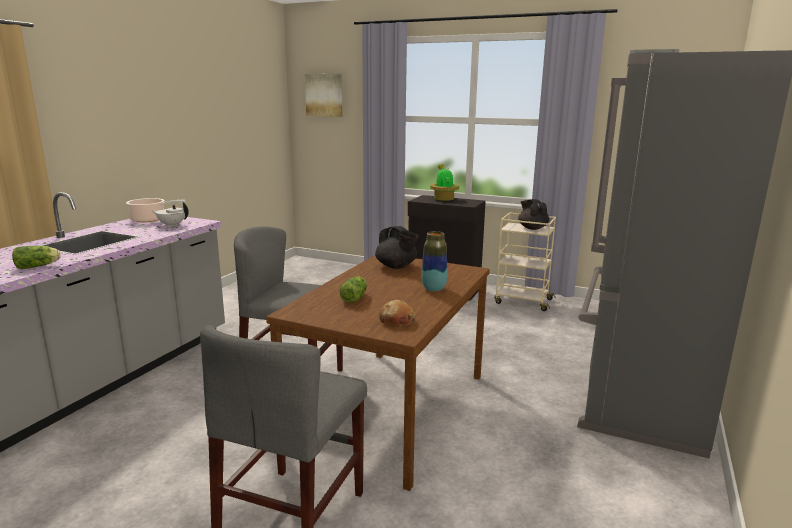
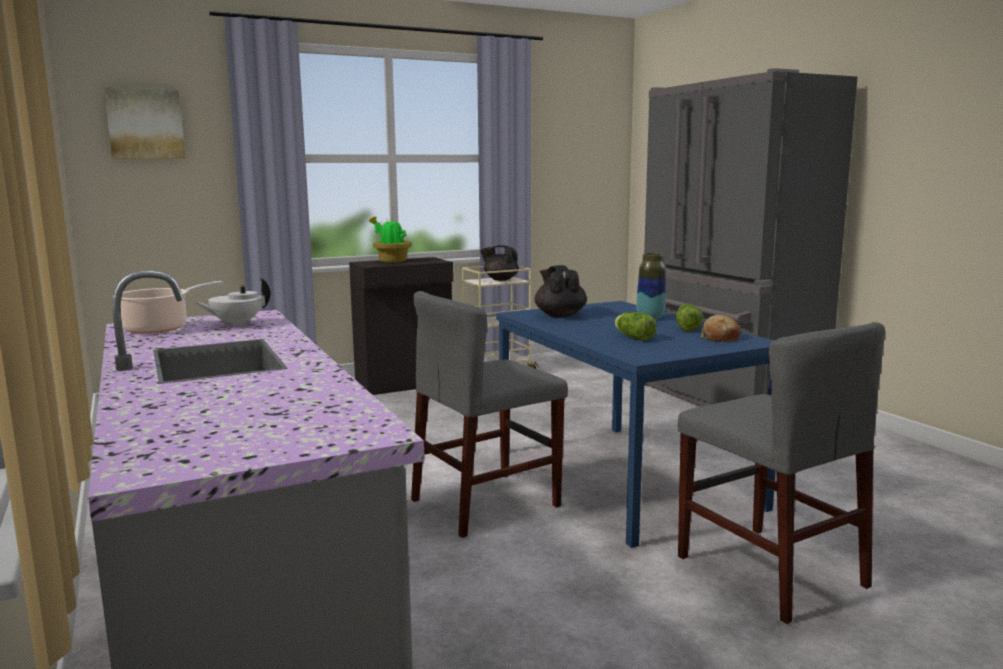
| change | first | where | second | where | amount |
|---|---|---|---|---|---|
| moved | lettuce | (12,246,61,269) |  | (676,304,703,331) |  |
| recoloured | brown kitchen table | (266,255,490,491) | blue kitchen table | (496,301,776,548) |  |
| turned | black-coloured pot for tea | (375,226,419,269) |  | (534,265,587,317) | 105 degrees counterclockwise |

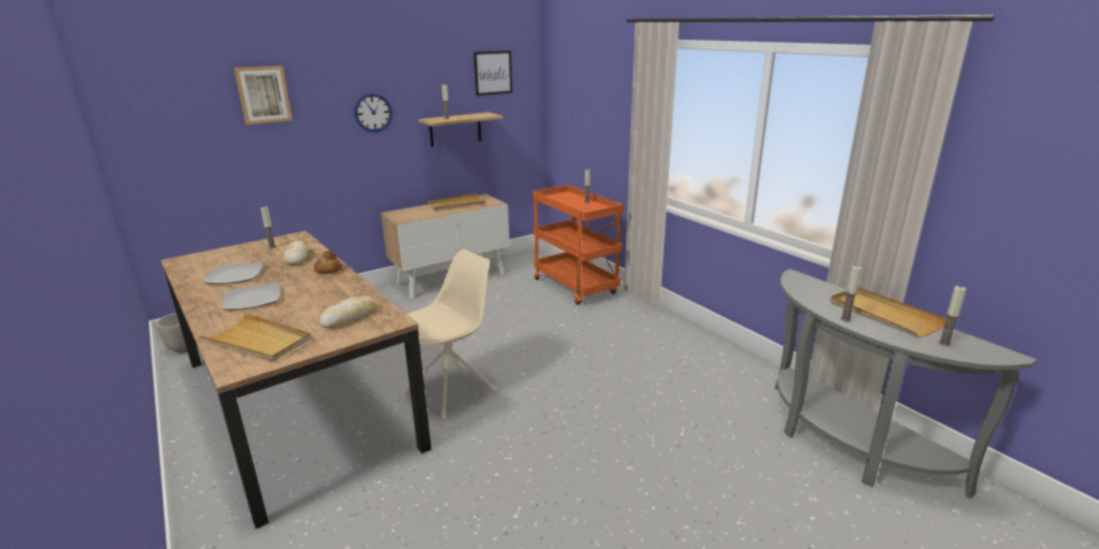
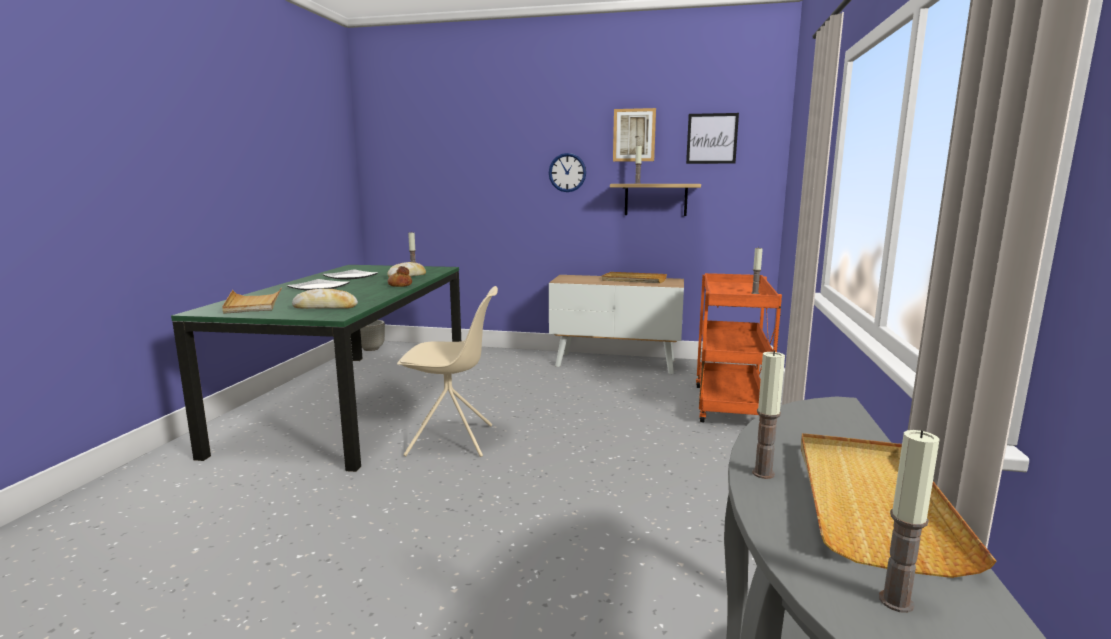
| change | first | where | second | where | amount |
|---|---|---|---|---|---|
| recoloured | brown kitchen table | (161,231,431,529) | greenish kitchen table | (171,265,461,472) |  |
| moved | picture | (234,66,292,125) |  | (613,108,656,162) |  |

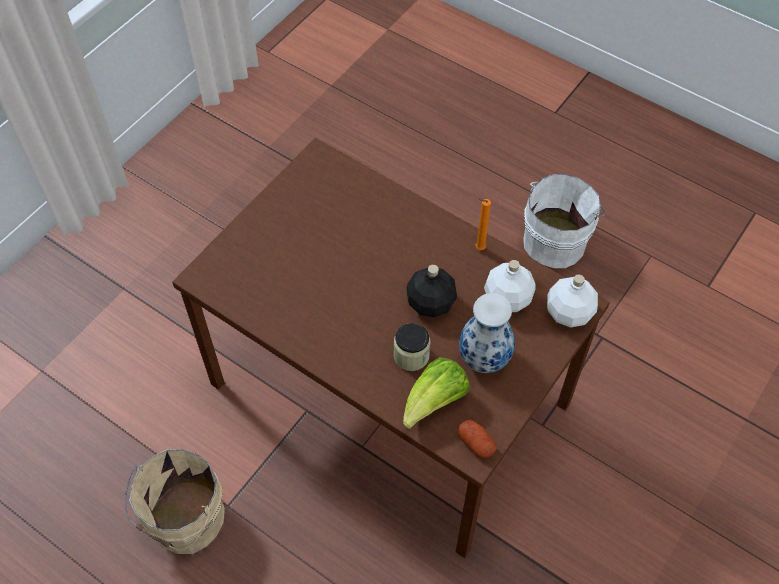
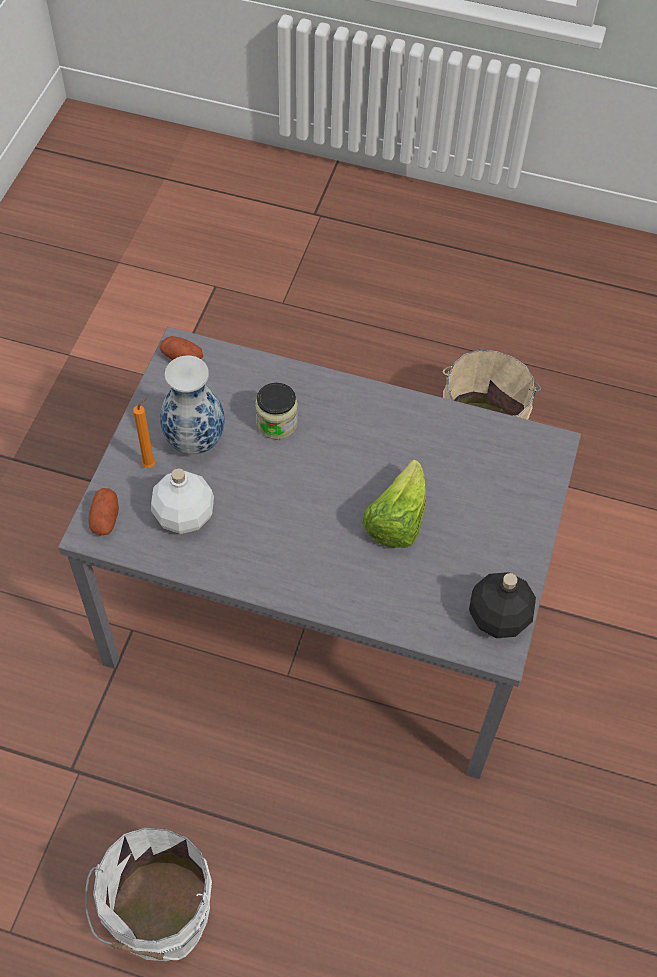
| change | first | where | second | where | amount |
|---|---|---|---|---|---|
| recoloured | brown kitchen table | (172,138,610,558) | grey kitchen table | (58,327,581,779) |  |
| moved | lettuce | (403,357,470,429) |  | (362,460,426,548) |  |
| moved | black-coloured beverage bottle | (406,264,457,317) |  | (469,572,536,638) |  |
| moved | orangey candle | (476,199,491,250) |  | (133,397,155,468) |  |
| replaced | white beverage bottle | (547,274,598,328) | whole potato | (89,488,119,536) |  |

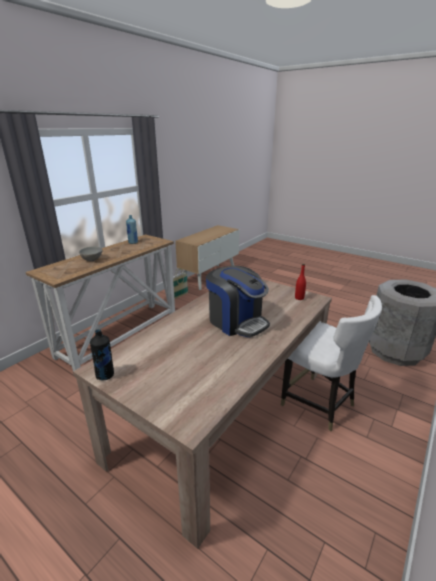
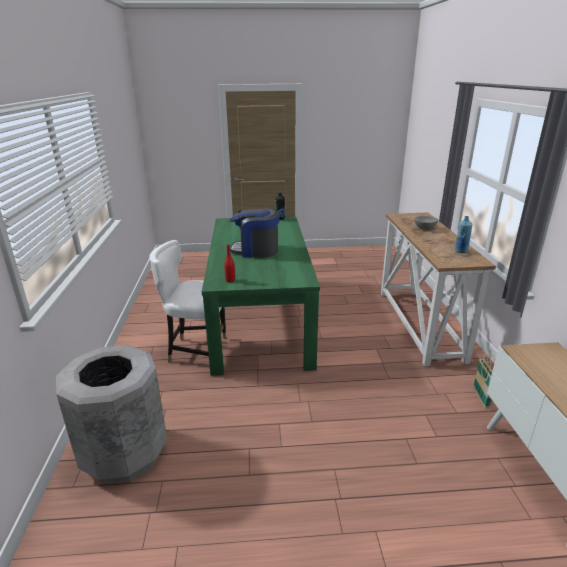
| change | first | where | second | where | amount |
|---|---|---|---|---|---|
| recoloured | beige kitchen table | (73,279,332,549) | greenish kitchen table | (202,216,320,376) |  |

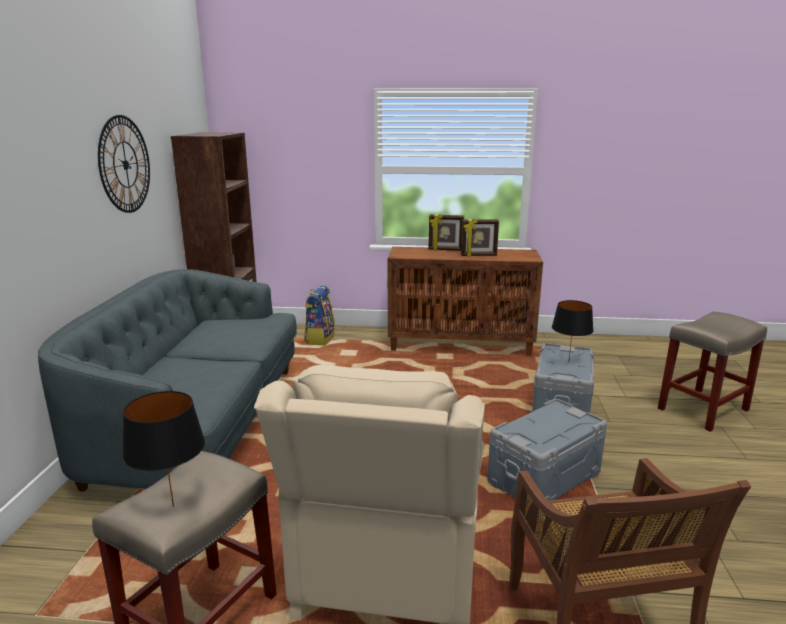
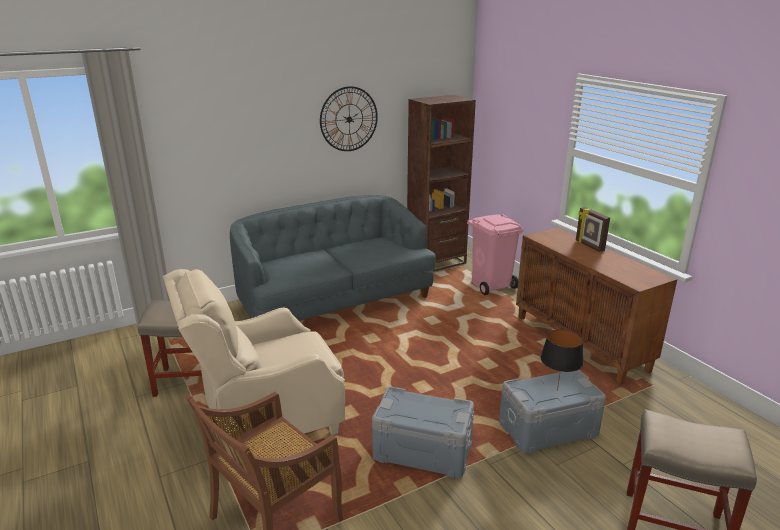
| change | first | where | second | where | amount |
|---|---|---|---|---|---|
| removed | black-coloured lamp for a table | (123,391,205,507) |  |  |  |
| replaced | knapsack | (304,286,335,345) | pink-coloured waste bin | (467,214,524,295) |  |
| removed | picture frame | (461,219,499,256) |  |  |  |

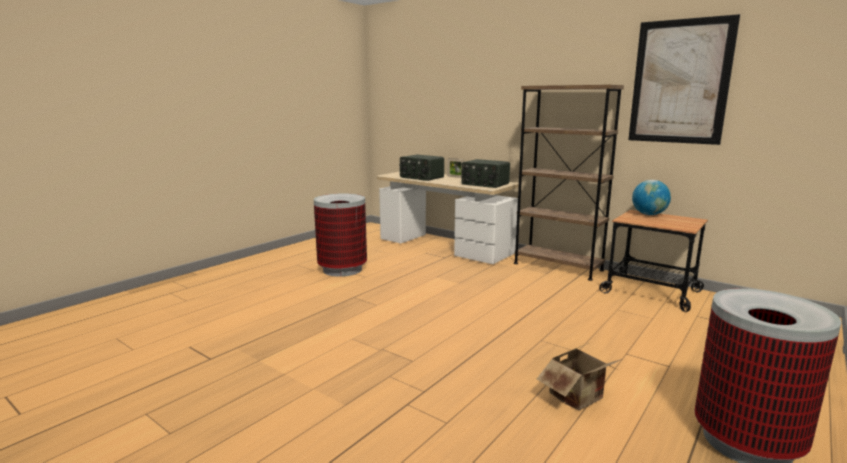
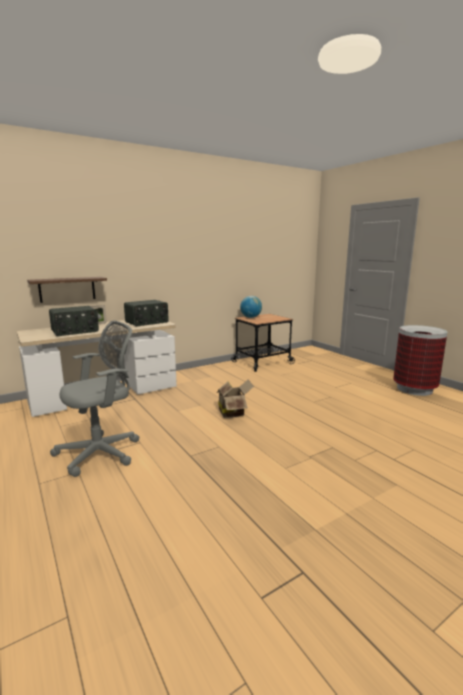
| change | first | where | second | where | amount |
|---|---|---|---|---|---|
| replaced | waste bin | (314,194,367,277) | grey office chair | (50,321,139,477) |  |
| removed | brown bookshelf | (514,85,624,281) |  |  |  |
| moved | packing box | (537,343,622,411) |  | (217,380,254,418) |  |
| removed | picture | (628,14,740,145) |  |  |  |
| added |  |  | brown wall shelf | (27,277,107,303) |  |

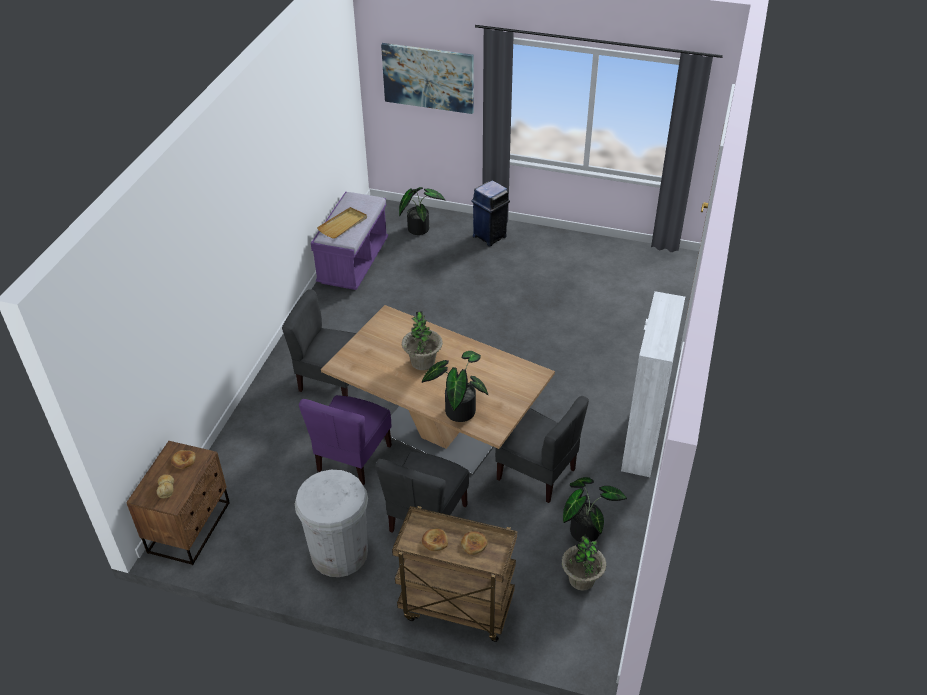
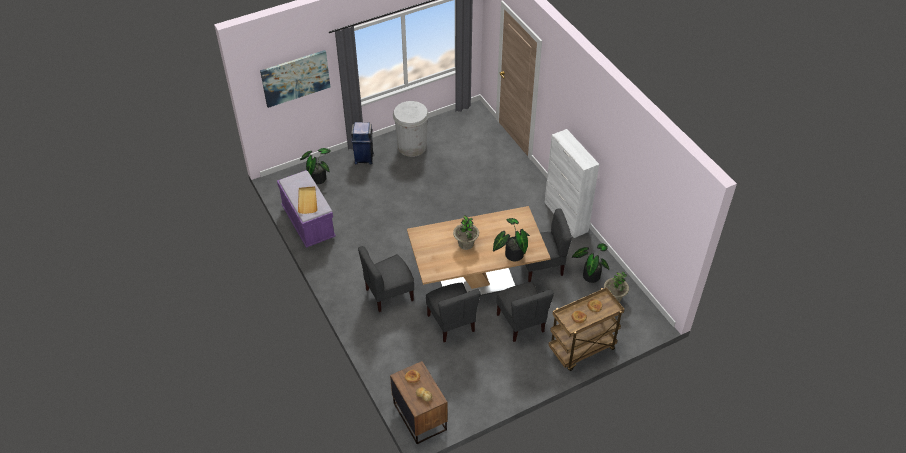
| change | first | where | second | where | amount |
|---|---|---|---|---|---|
| moved | white waste bin | (295,470,368,577) |  | (393,101,429,157) |  |
| recoloured | purplish plain chair | (299,395,392,486) | grey plain chair | (426,283,481,342) |  |

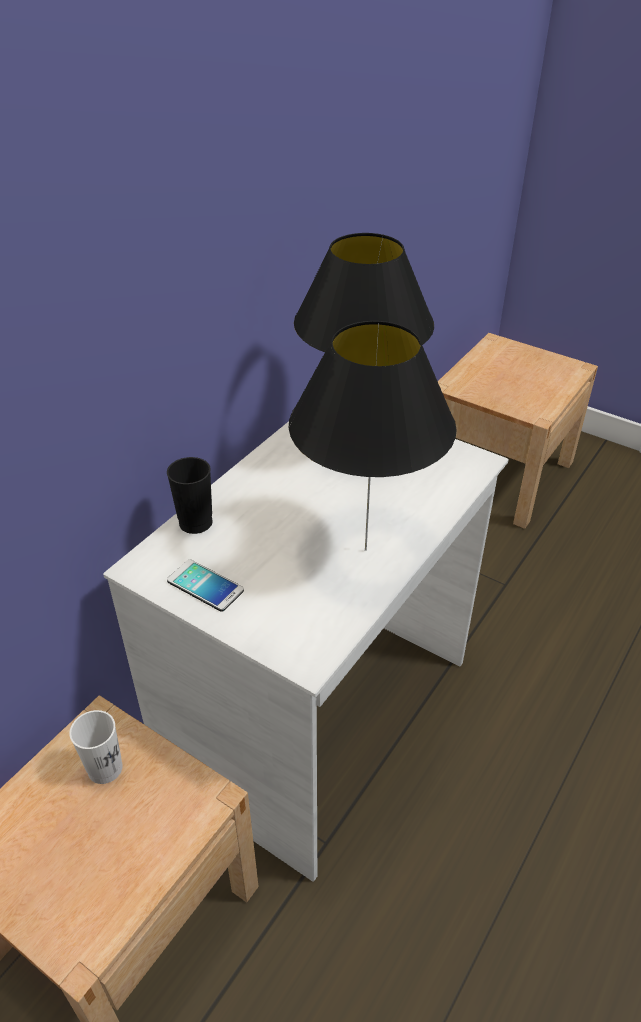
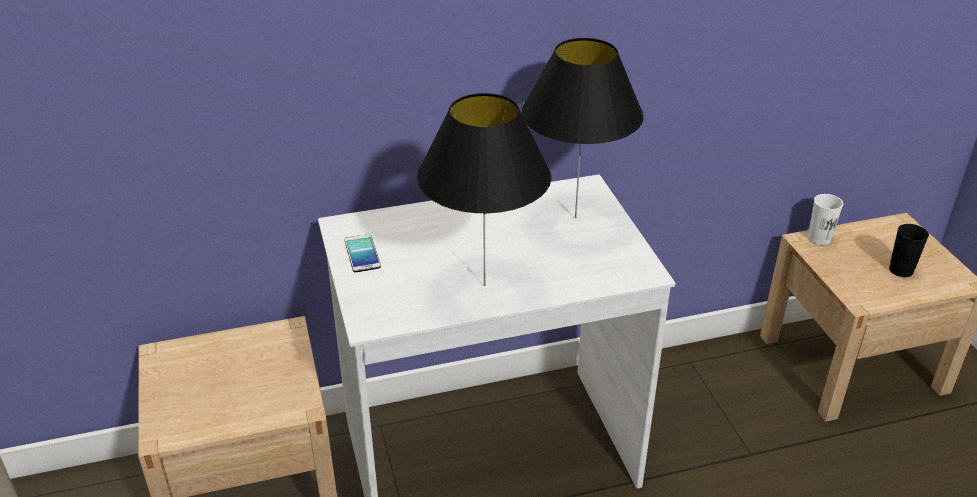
| change | first | where | second | where | amount |
|---|---|---|---|---|---|
| moved | white small cup | (69,710,123,784) |  | (808,194,843,245) |  |
| moved | black-coloured small cup | (167,457,213,534) |  | (889,224,929,277) |  |

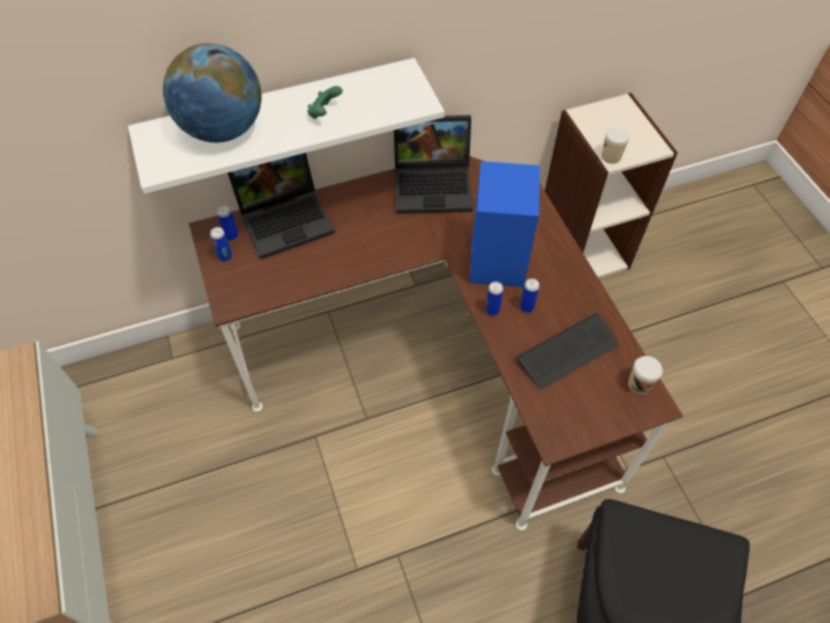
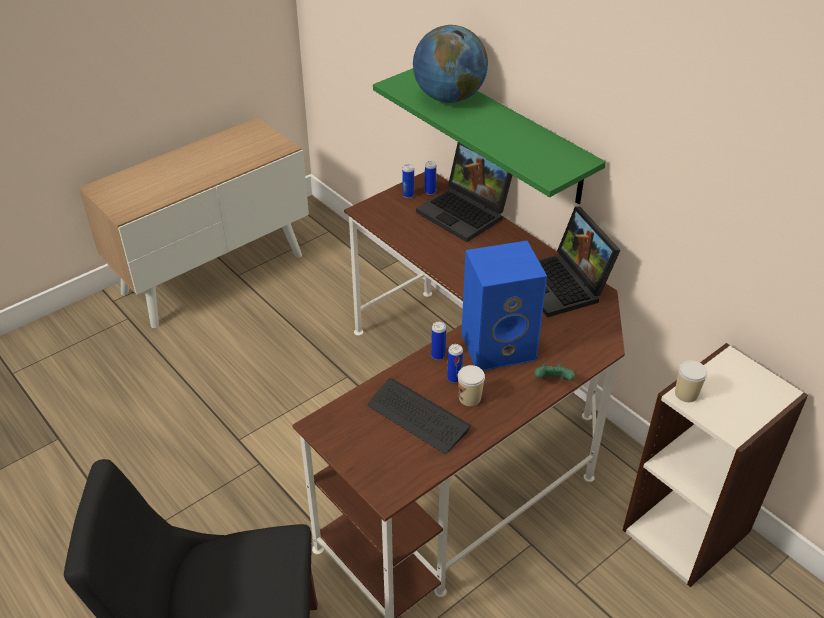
| change | first | where | second | where | amount |
|---|---|---|---|---|---|
| recoloured | white wall shelf | (128,58,445,194) | greenish wall shelf | (373,68,606,204) |  |
| moved | greenish game controller | (307,86,343,119) |  | (534,364,575,380) |  |
| moved | small cup | (628,356,663,395) |  | (458,365,485,406) |  |

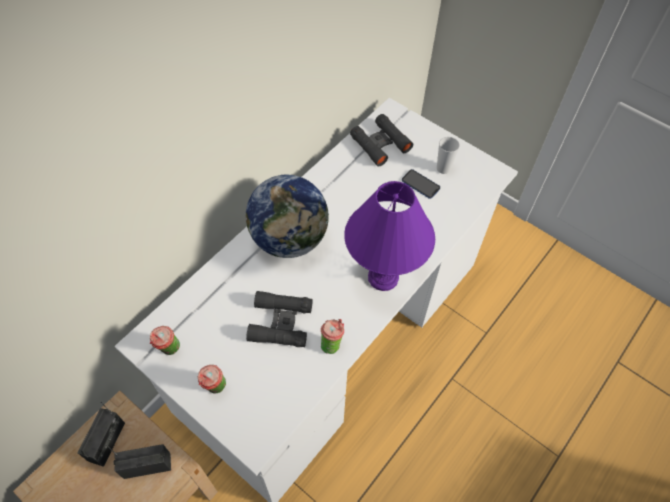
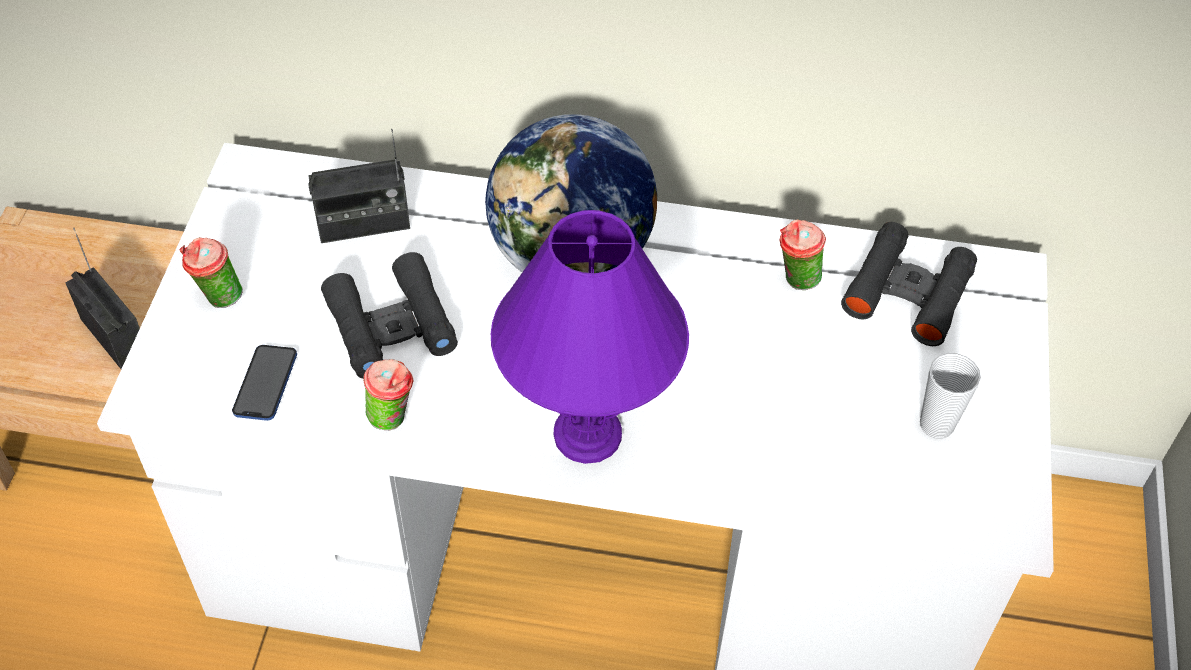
| change | first | where | second | where | amount |
|---|---|---|---|---|---|
| moved | radio receiver | (78,402,125,467) |  | (308,129,410,243) |  |
| moved | small cup | (150,326,180,355) |  | (780,219,826,290) |  |
| moved | phone | (402,169,440,199) |  | (232,345,297,421) |  |

